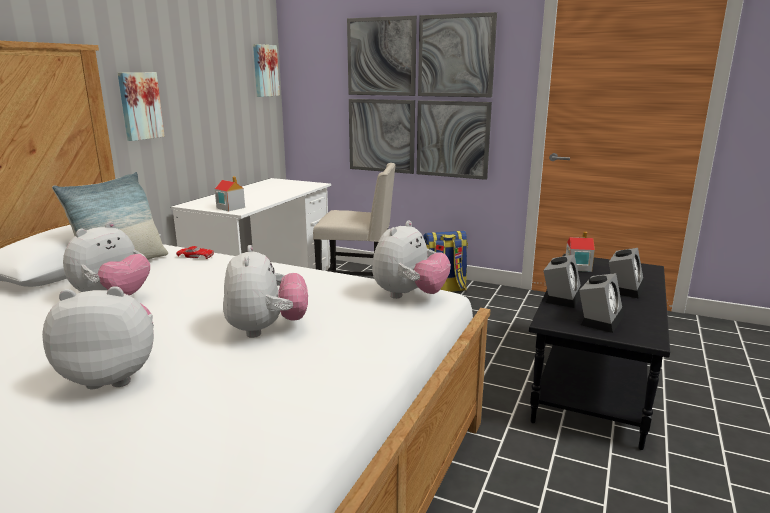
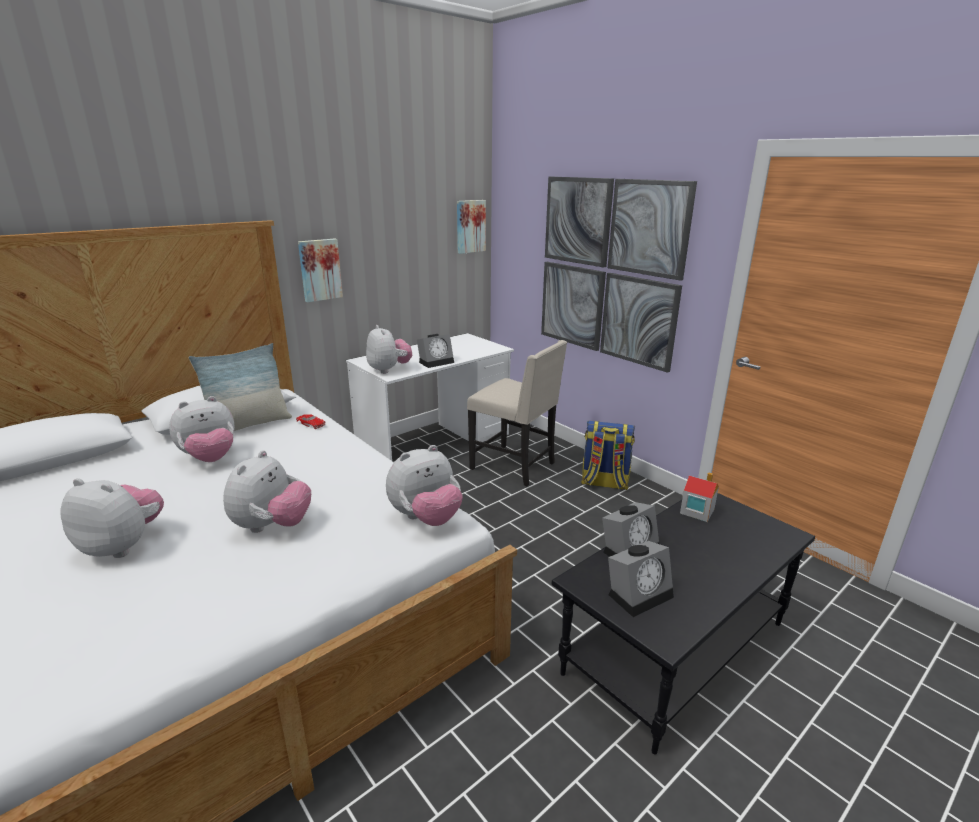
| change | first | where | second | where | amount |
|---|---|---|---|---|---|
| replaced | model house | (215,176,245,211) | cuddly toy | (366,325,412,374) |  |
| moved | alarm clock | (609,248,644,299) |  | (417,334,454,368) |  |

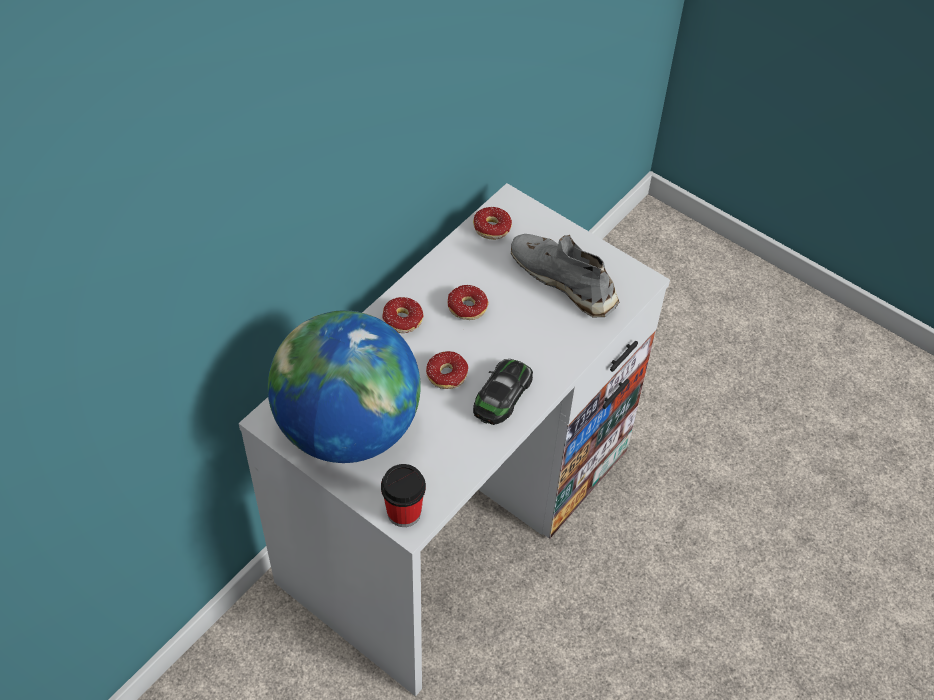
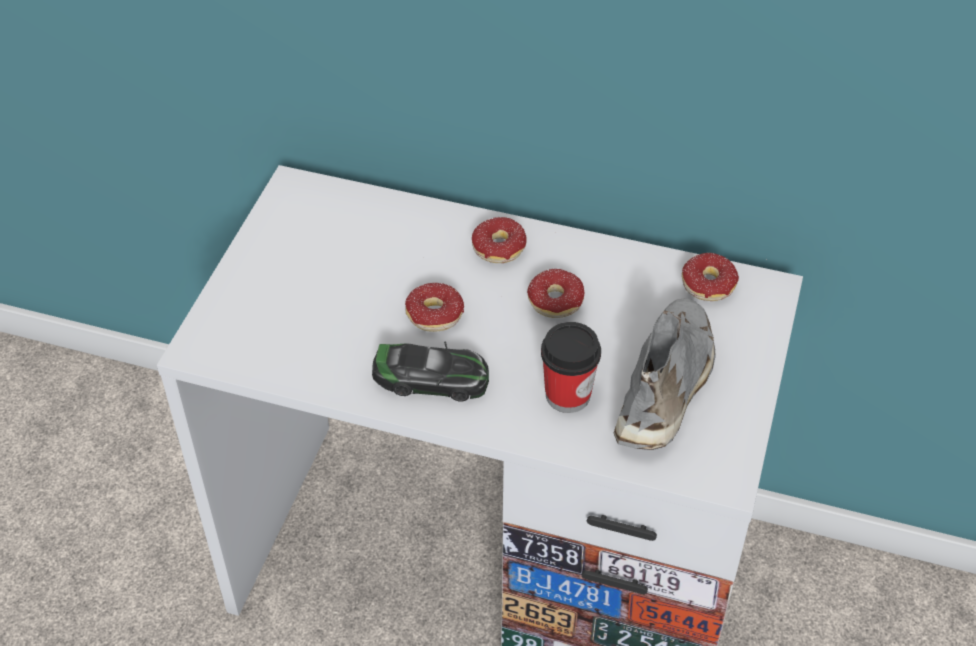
| change | first | where | second | where | amount |
|---|---|---|---|---|---|
| removed | world globe | (268,310,421,463) |  |  |  |
| moved | small cup | (381,464,426,527) |  | (541,322,601,413) |  |

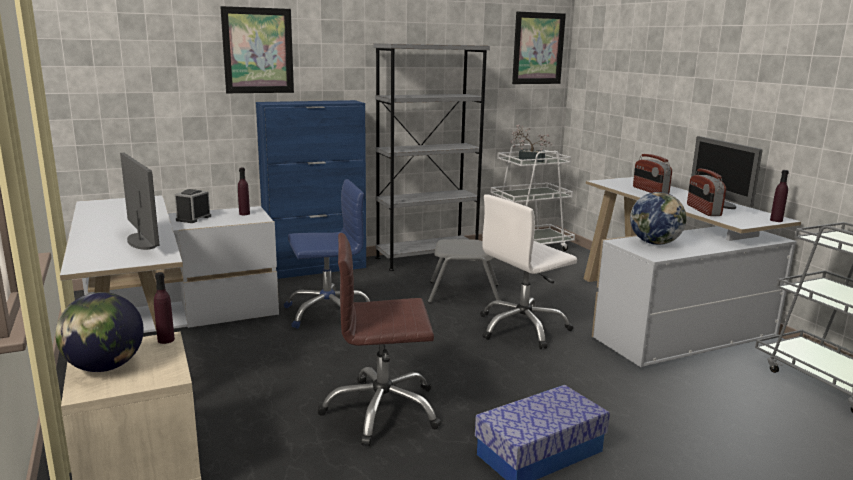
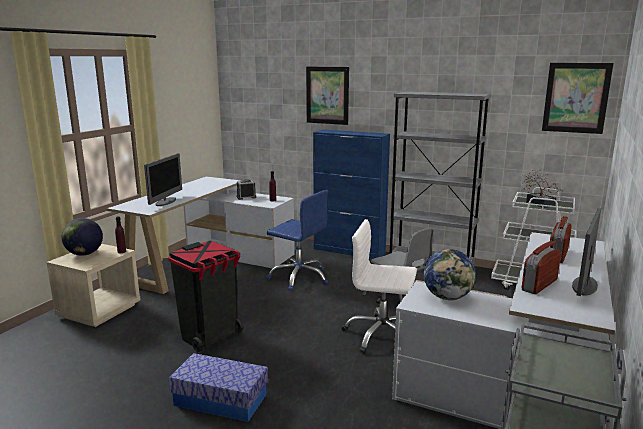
| change | first | where | second | where | amount |
|---|---|---|---|---|---|
| replaced | brown office chair | (317,233,441,446) | black-coloured waste bin | (168,241,243,352) |  |
| removed | purplish beverage bottle | (770,170,789,222) |  |  |  |

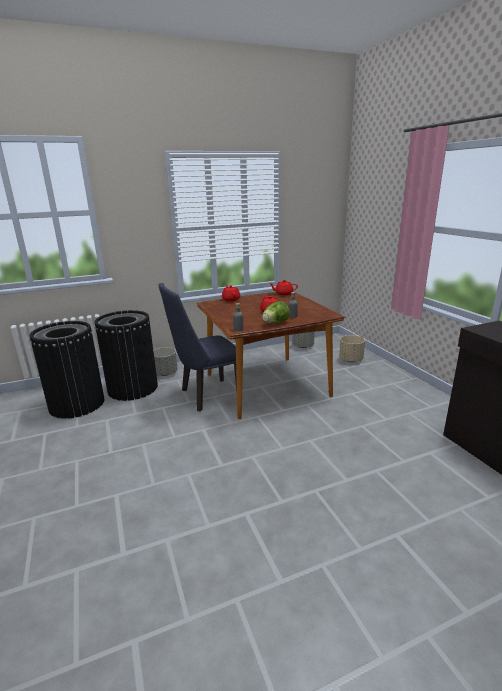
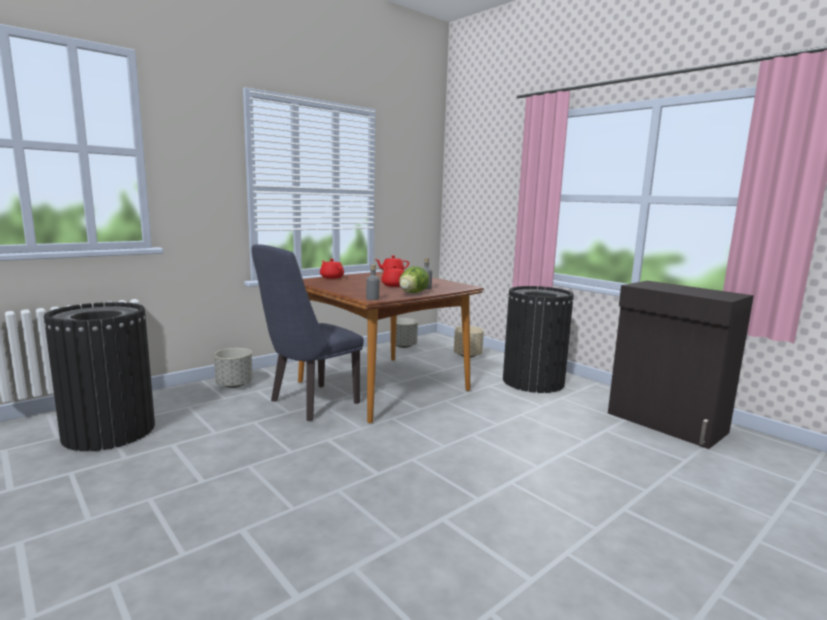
| change | first | where | second | where | amount |
|---|---|---|---|---|---|
| moved | black-coloured waste bin | (95,310,158,401) |  | (503,286,574,393) |  |

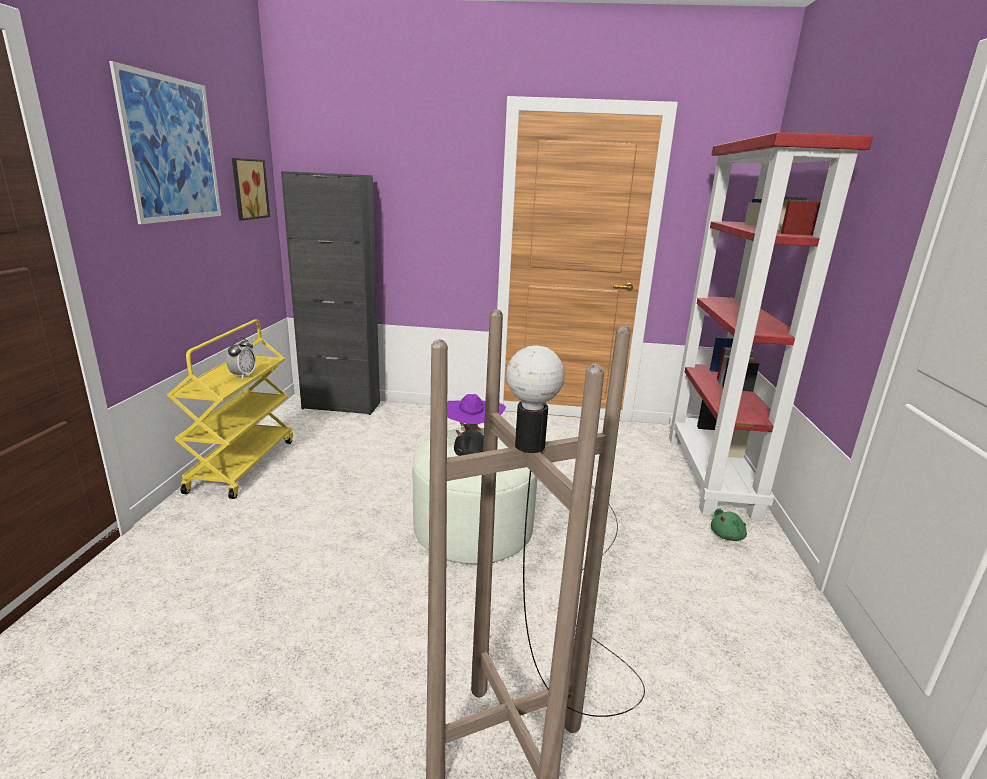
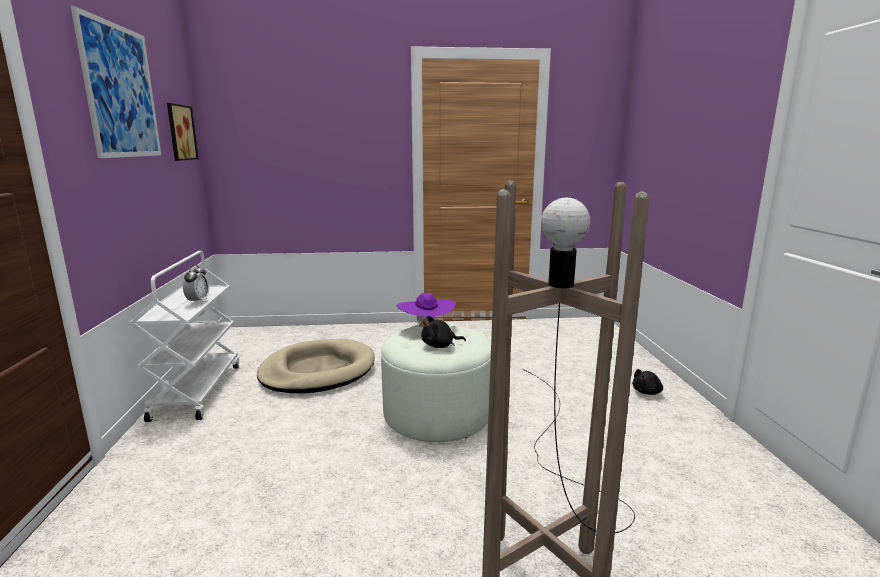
| change | first | where | second | where | amount |
|---|---|---|---|---|---|
| recoloured | yellowish wheeled cart | (167,320,293,499) | white wheeled cart | (129,251,239,422) |  |
| removed | black-coloured cabinet | (281,171,380,415) |  |  |  |
| removed | red bookshelf | (669,132,873,521) |  |  |  |
| recoloured | greenish cuddly toy | (711,508,747,541) | black-coloured cuddly toy | (632,369,663,395) |  |
| added |  |  | beige dog bed | (257,339,375,393) |  |

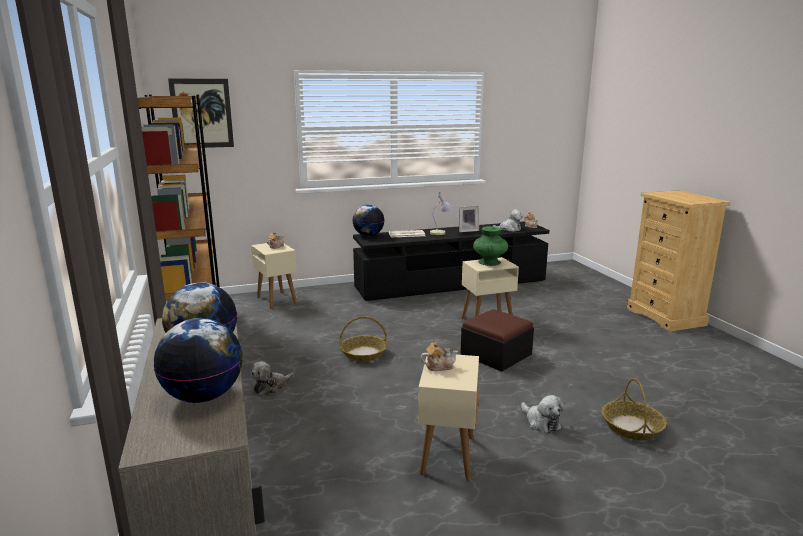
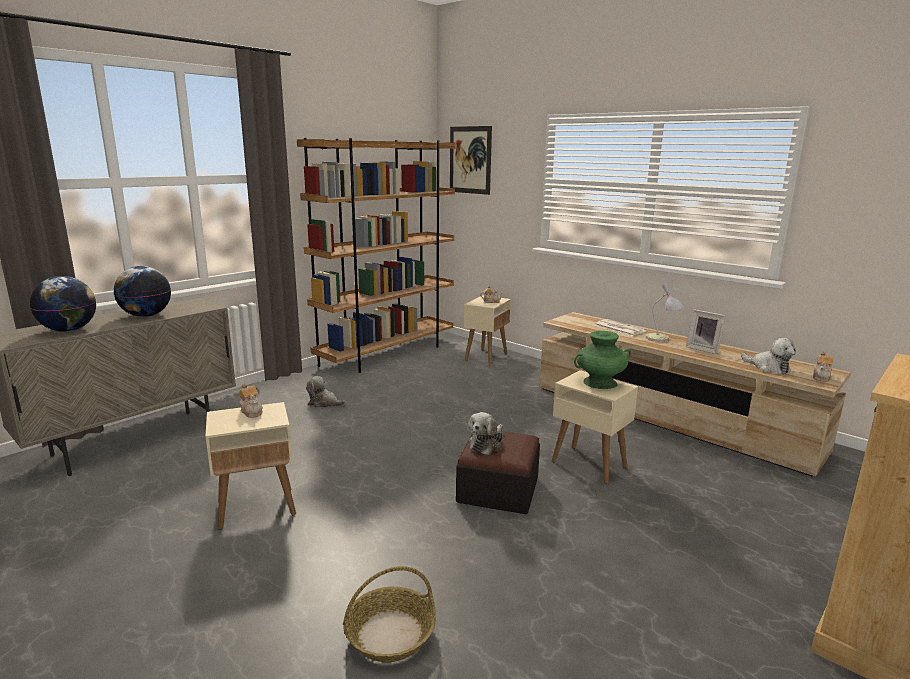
| change | first | where | second | where | amount |
|---|---|---|---|---|---|
| removed | household basket | (340,316,387,362) |  |  |  |
| removed | world globe | (352,205,384,236) |  |  |  |
| recoloured | black-coloured media console | (353,221,550,301) | beige media console | (539,312,851,476) |  |
| moved | cuddly toy | (521,395,564,433) |  | (469,412,503,455) |  |

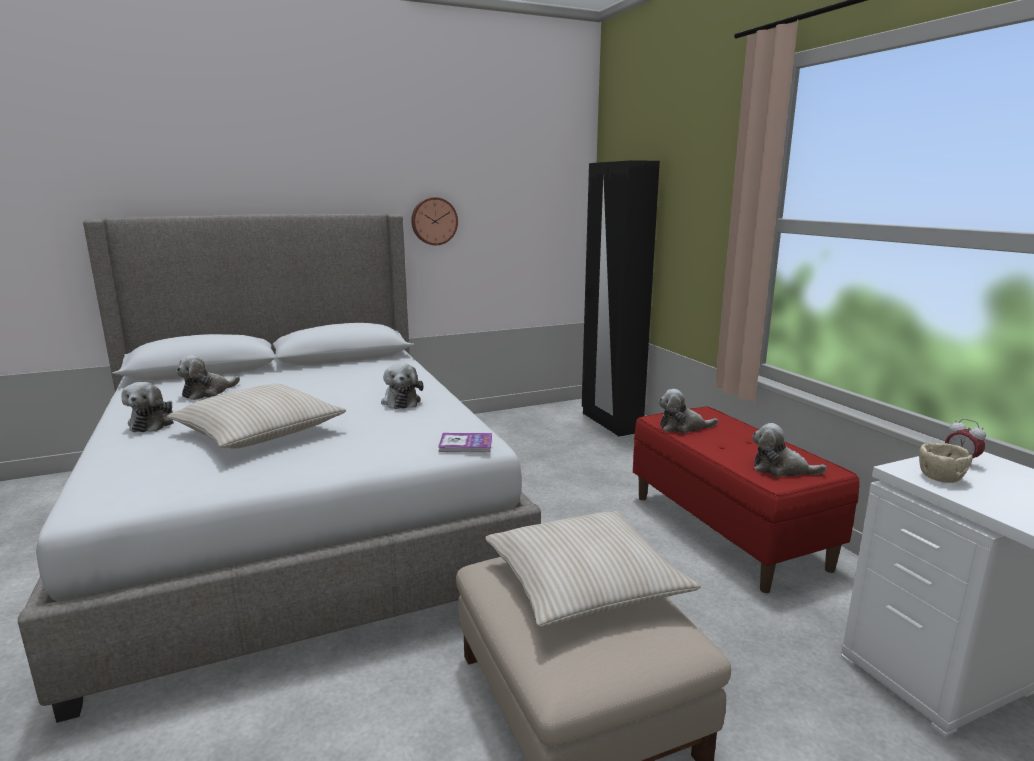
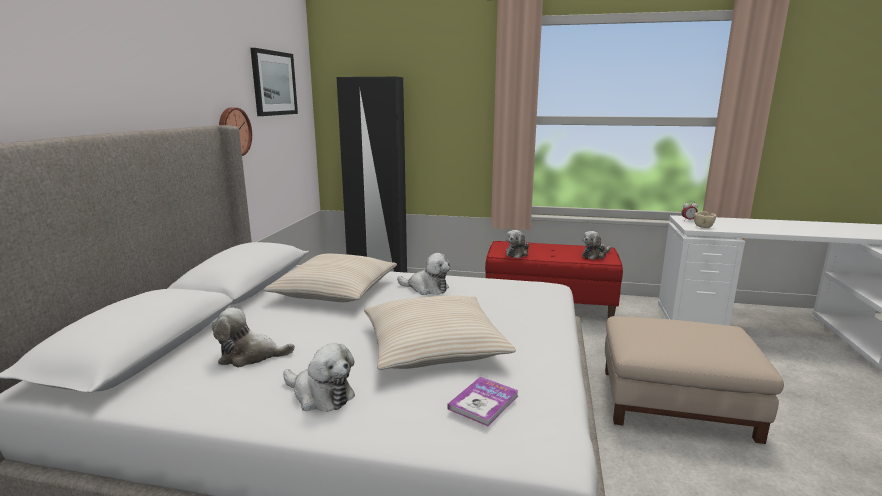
| change | first | where | second | where | amount |
|---|---|---|---|---|---|
| turned | cuddly toy | (176,355,240,400) |  | (212,308,295,367) | 105 degrees clockwise |
| moved | bound book | (438,433,492,452) |  | (448,377,519,426) |  |
| moved | beige pillow | (485,511,701,627) |  | (263,254,397,302) |  |
| added |  |  | picture | (250,48,298,116) |  |

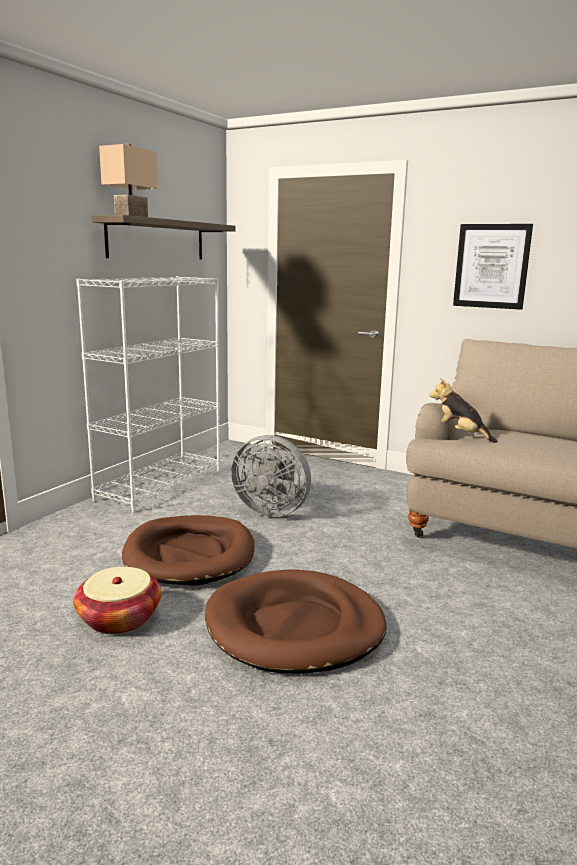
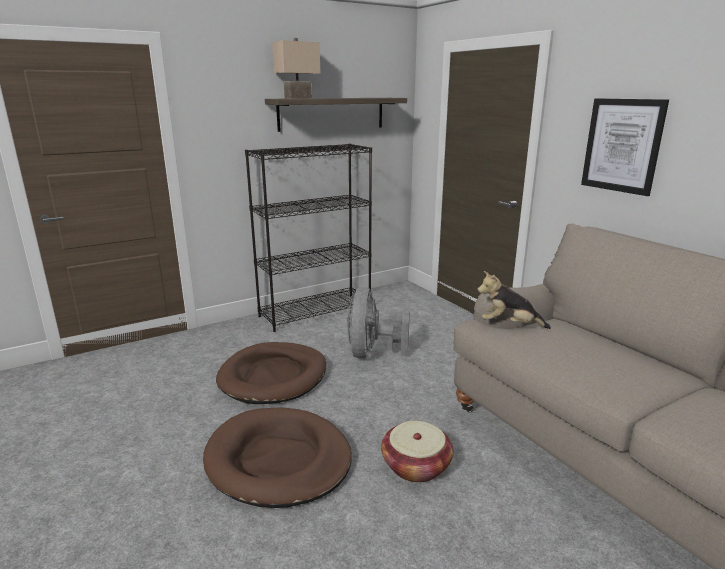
| change | first | where | second | where | amount |
|---|---|---|---|---|---|
| moved | household basket | (73,567,161,634) |  | (381,421,454,483) |  |
| recoloured | white bookshelf | (76,276,220,513) | black-coloured bookshelf | (245,144,372,332) |  |
| turned | grey electric fan | (231,435,311,517) |  | (347,287,410,359) | 45 degrees clockwise |
| turned | cuddly toy | (429,378,498,443) |  | (477,271,551,329) | 60 degrees counterclockwise |

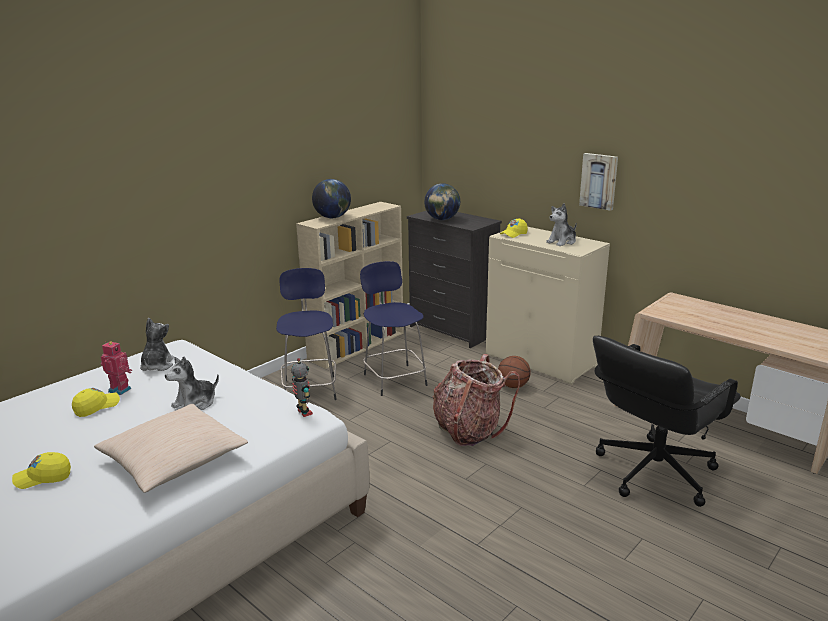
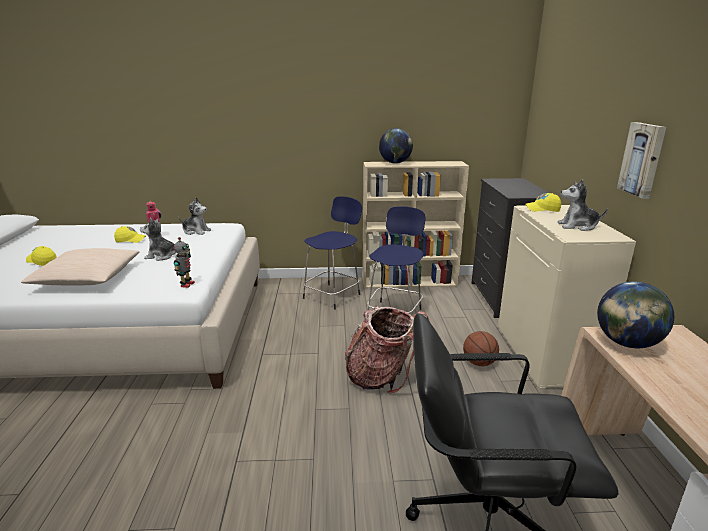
| change | first | where | second | where | amount |
|---|---|---|---|---|---|
| turned | cuddly toy | (140,318,174,371) |  | (179,197,211,235) | 60 degrees clockwise |
| moved | world globe | (424,183,460,220) |  | (597,281,675,348) |  |

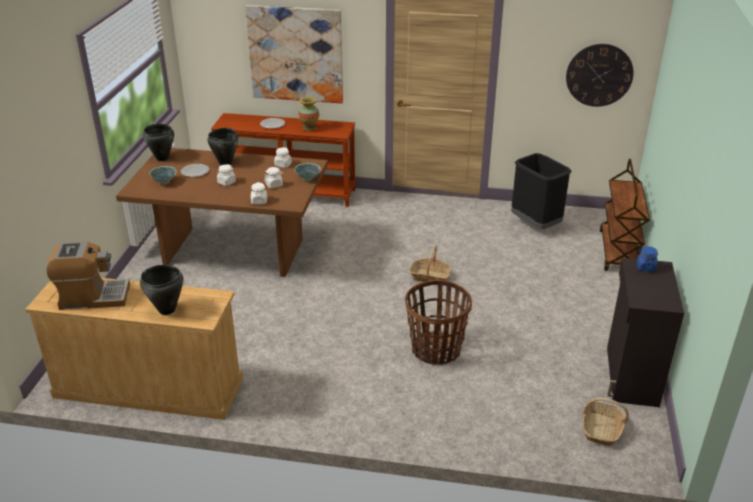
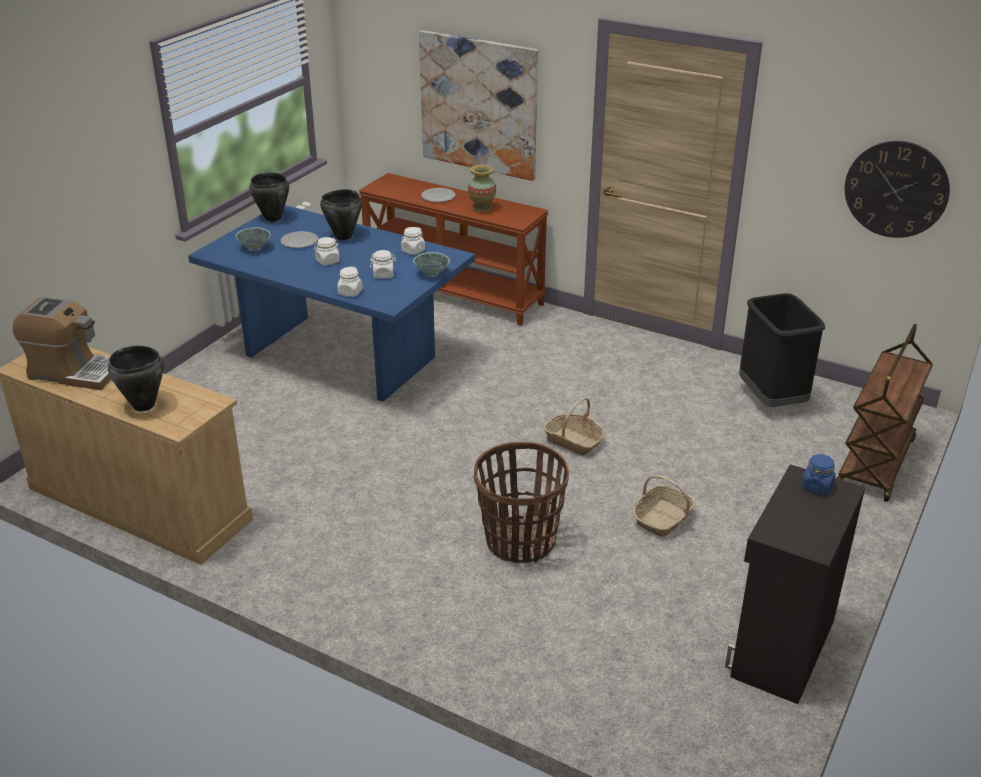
| change | first | where | second | where | amount |
|---|---|---|---|---|---|
| recoloured | brown kitchen table | (116,148,328,277) | blue kitchen table | (188,205,475,402) |  |
| moved | household basket | (582,398,629,446) |  | (633,475,695,537) |  |

